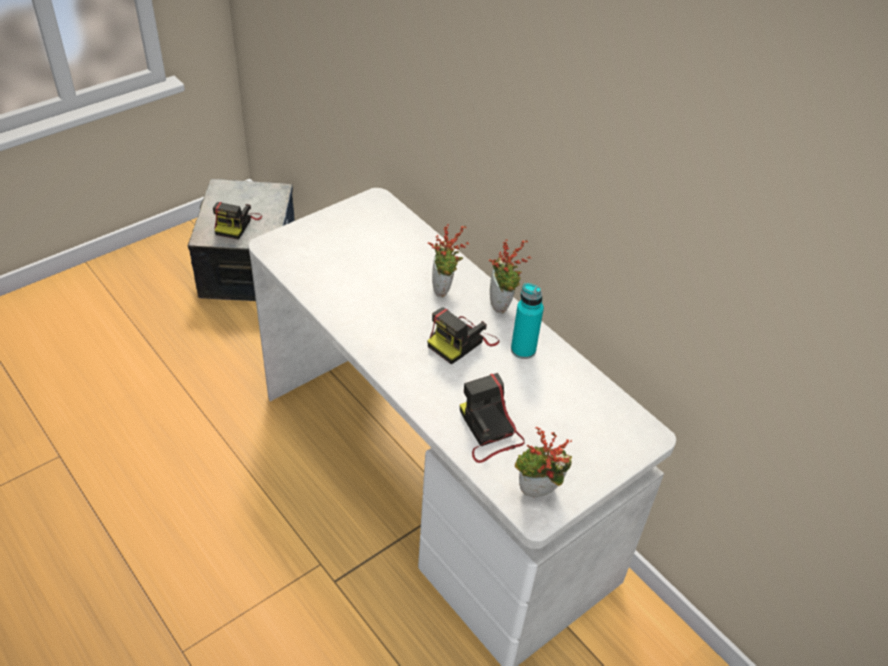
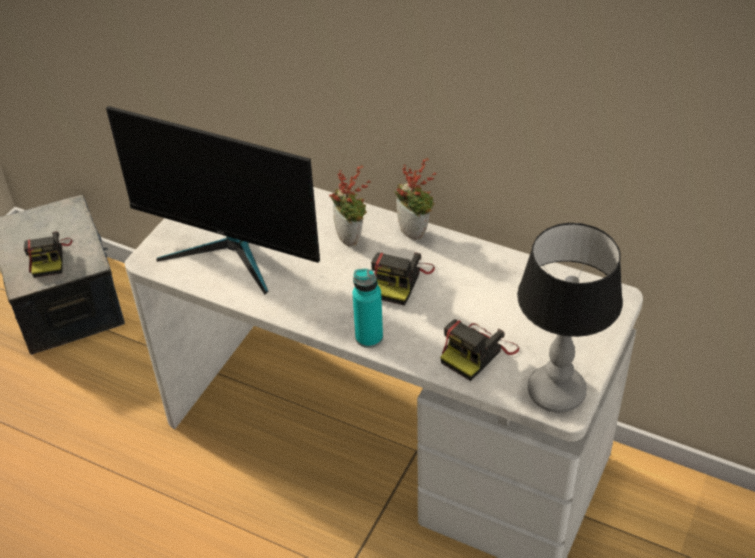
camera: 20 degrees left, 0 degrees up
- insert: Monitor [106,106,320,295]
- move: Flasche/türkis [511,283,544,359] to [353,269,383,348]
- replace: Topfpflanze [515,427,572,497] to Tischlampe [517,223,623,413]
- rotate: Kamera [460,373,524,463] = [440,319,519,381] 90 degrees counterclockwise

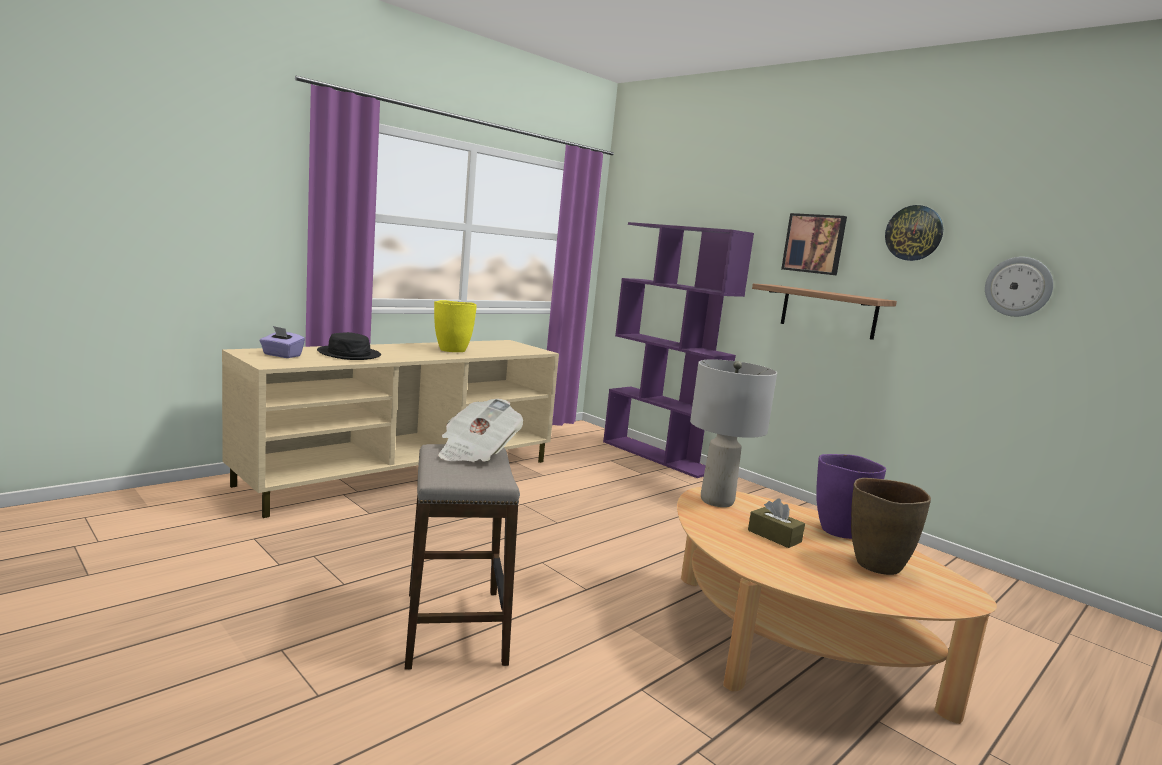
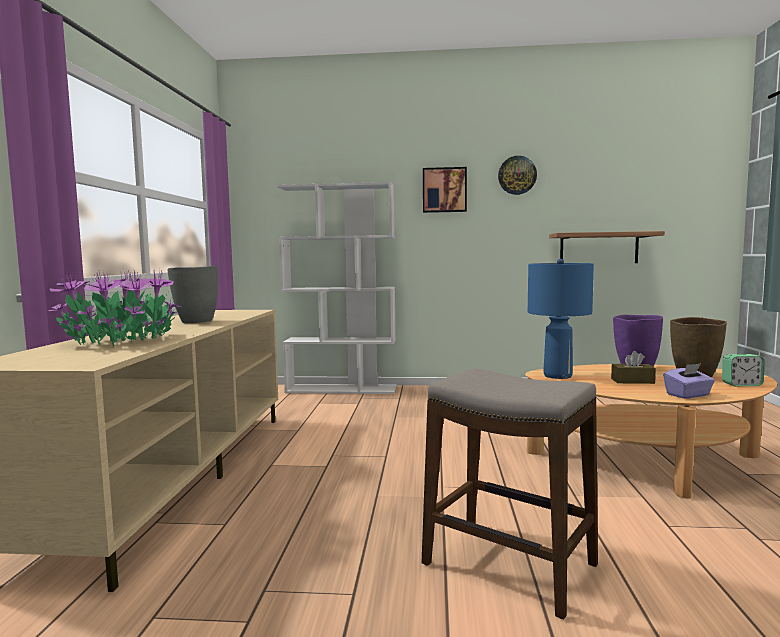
camera: 40 degrees left, 5 degrees down
- delete: Zeitung [438,399,523,462]
- delete: Wanduhr [985,257,1053,317]
- insert: Wecker [722,354,765,386]
- move: Taschentuchbox/lila [260,326,305,358] to [663,363,715,399]
- move: Wandregal [752,284,897,340] to [549,231,665,263]
- replace: Hut/schwarz [317,332,381,360] to Topfpflanze [49,269,181,346]
- recolor: Vase/gelb [434,300,477,352] to Vase/grau [168,266,218,323]
- recolor: Bücherregal/lila [603,222,754,478] to Bücherregal/weiß [277,182,396,394]
- recolor: Tischlampe/grau [690,359,777,507] to Tischlampe/blau [528,259,594,379]

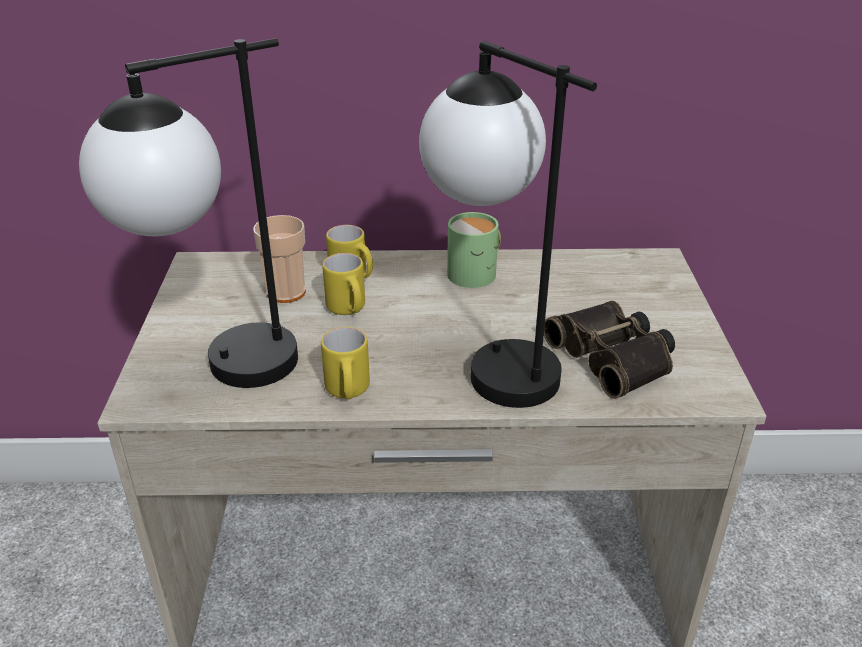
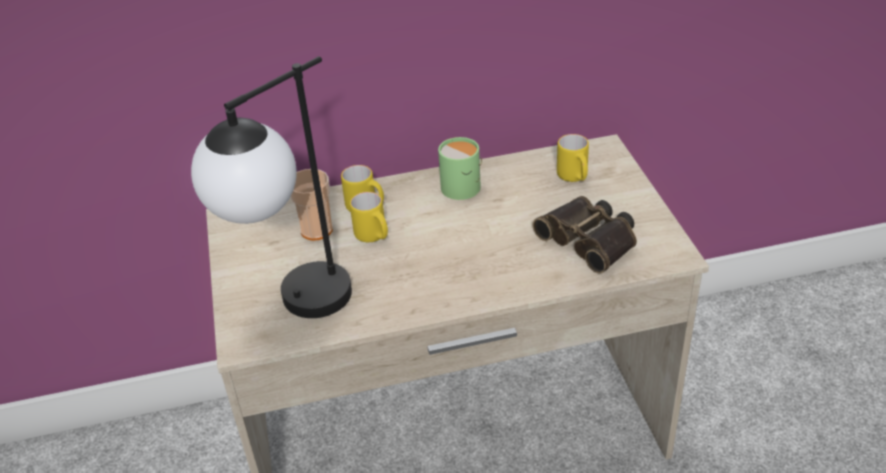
camera: 10 degrees left, 5 degrees up
- delete: Tischlampe [419,41,597,408]
- move: Henkelbecher/gelb [321,327,370,399] to [557,134,589,182]

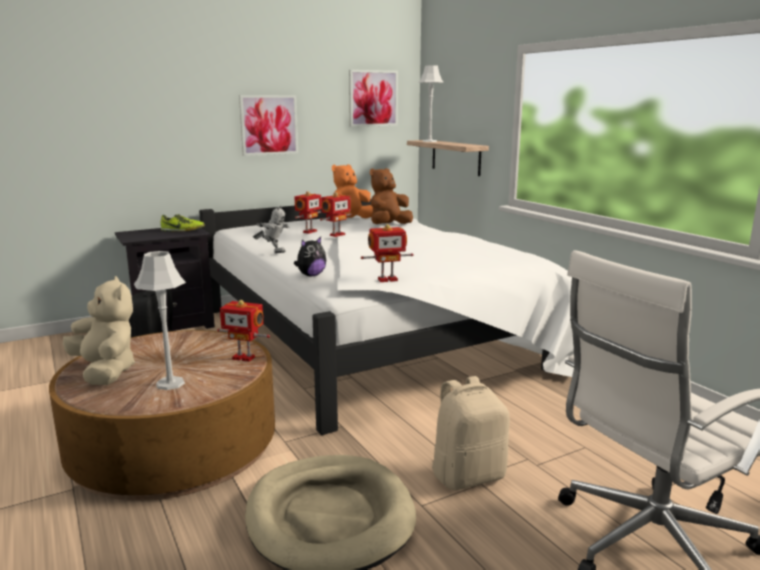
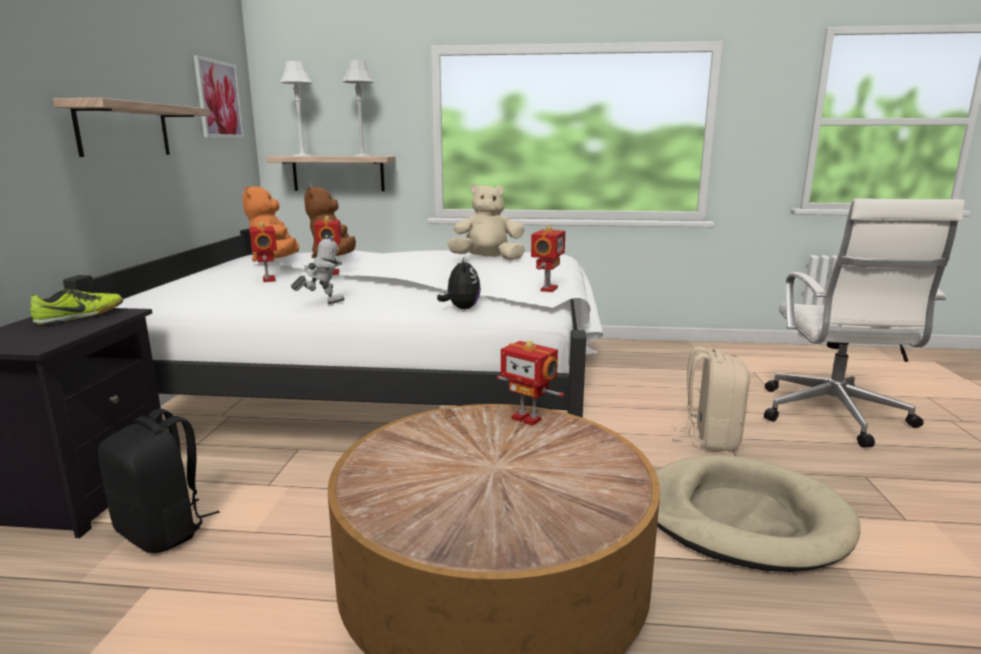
camera: 55 degrees left, 0 degrees up
- move: Plüschtier/beige [63,276,135,385] to [447,184,525,260]
- move: Tischlampe/grau [134,251,186,390] to [342,60,375,156]
- replace: Bild [239,95,298,156] to Wandregal [53,98,211,157]
- rotate: Spielzeugroboter [217,300,270,362] = [497,340,564,426] 75 degrees clockwise

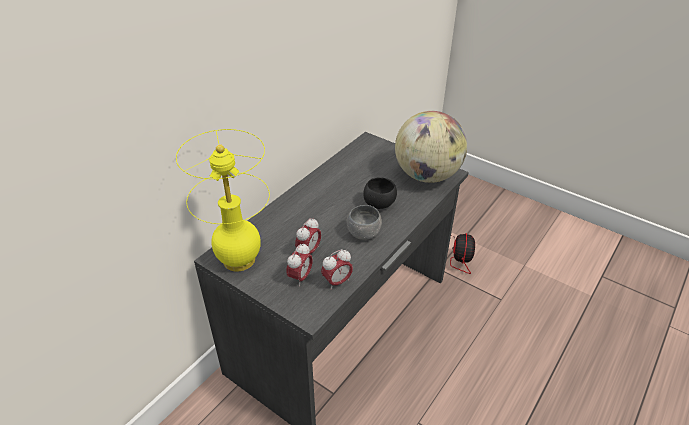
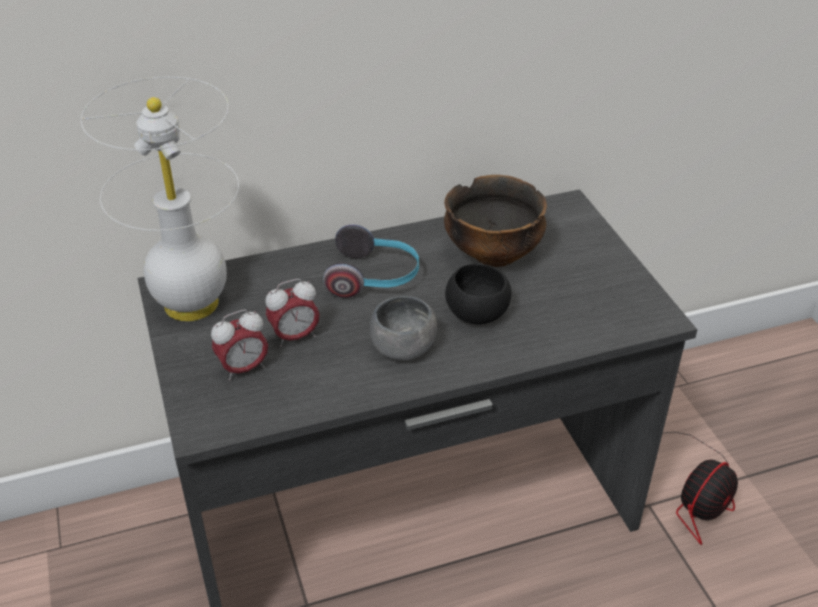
camera: 35 degrees right, 0 degrees up
- delete: Wecker [321,249,353,290]
- delete: Globus [395,111,467,183]
- insert: Kopfhörer [323,224,419,298]
- insert: Schüssel [444,175,547,267]
- recolor: Tischlampe/gelb [176,129,270,272] to Tischlampe/weiß [81,77,239,321]

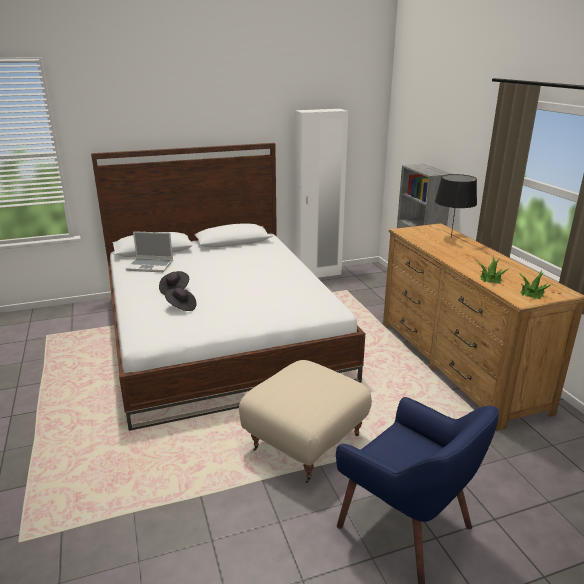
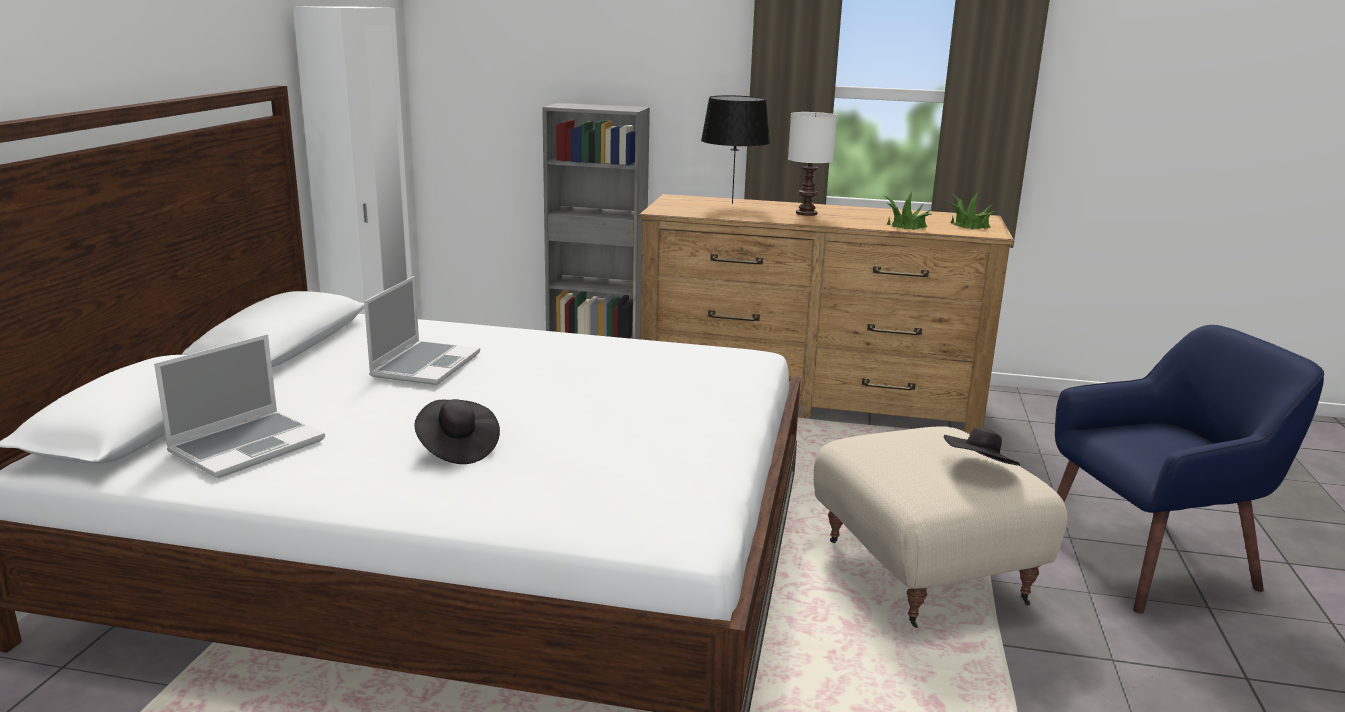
camera: 60 degrees left, 5 degrees down
- insert: Laptop [364,276,480,385]
- insert: Tischlampe/weiß [788,112,837,216]
- move: Hut/schwarz [164,288,196,311] to [943,427,1020,466]

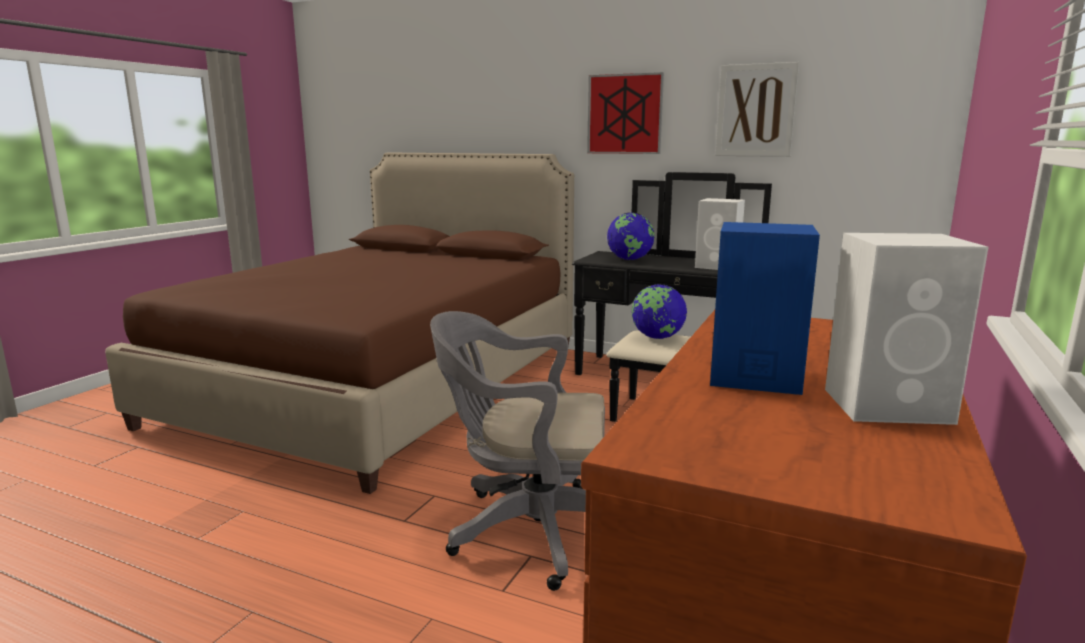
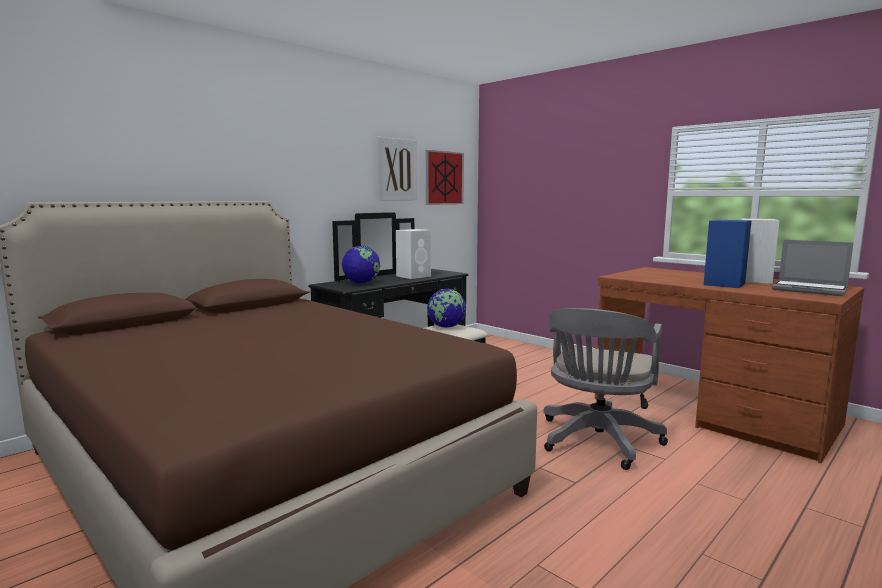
camera: 70 degrees left, 5 degrees down
- insert: Laptop [772,240,854,296]
- move: Bild [587,72,664,154] to [426,150,464,205]

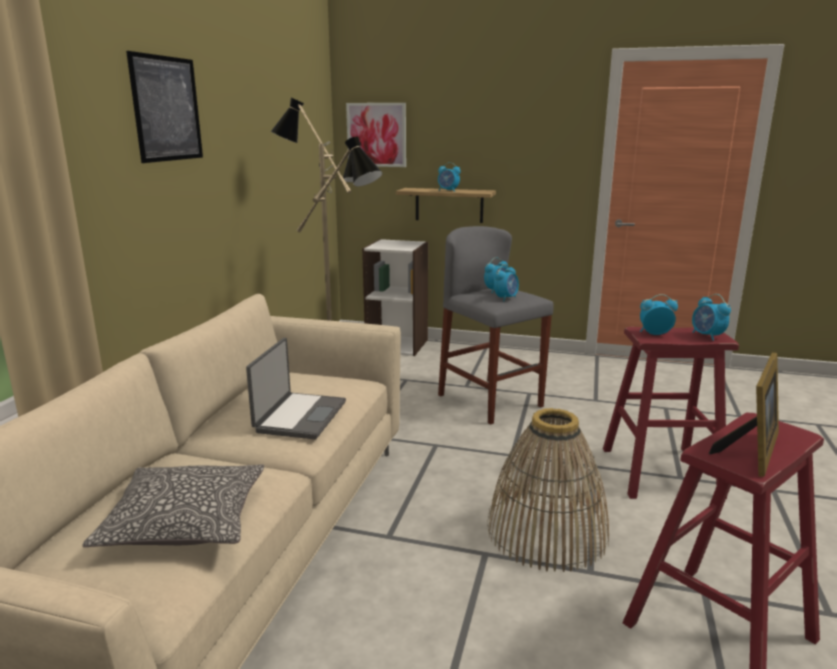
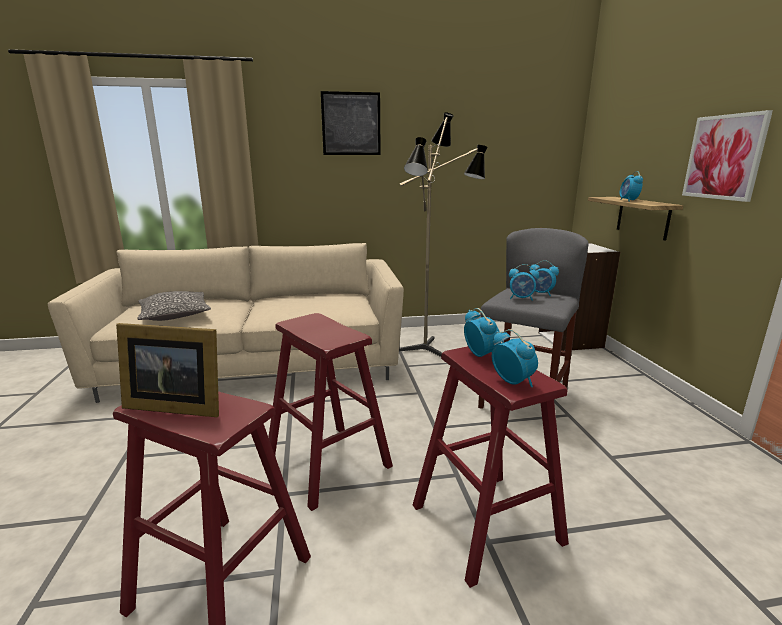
camera: 65 degrees right, 0 degrees up
- delete: Laptop [246,338,346,439]
- move: Bild [346,103,406,167] to [682,110,773,202]
- replace: Korb [487,408,609,572] to Hocker/rot [268,313,393,511]
- rotate: Wecker [692,294,731,341] = [492,329,538,387] 105 degrees clockwise

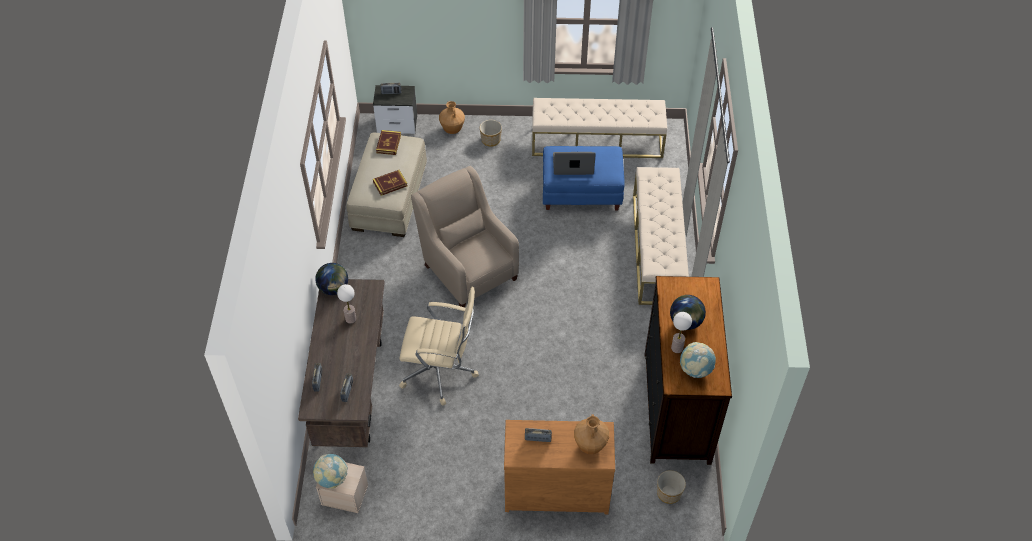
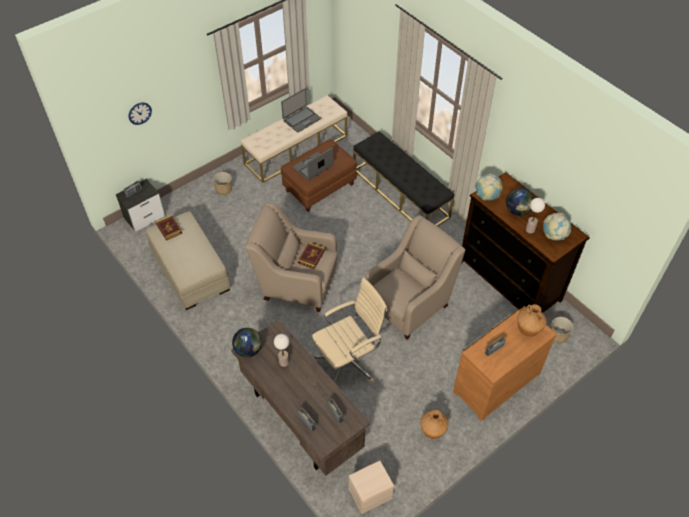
camera: 40 degrees left, 0 degrees up
- insert: Wanduhr [128,103,152,125]
- insert: Laptop [281,88,321,133]
- insert: Sessel/beige [365,215,465,340]
- move: Globus [313,454,348,489] to [475,174,503,201]
- move: Buch [373,170,408,196] to [298,243,325,269]
- move: Vase/braun [439,101,465,134] to [420,410,449,439]
- recolor: Polsterhocker/blau [543,146,625,210] to Polsterhocker/braun [281,139,357,212]
- recolor: Bank/beige [633,167,689,305] to Bank/schwarz [353,131,454,226]

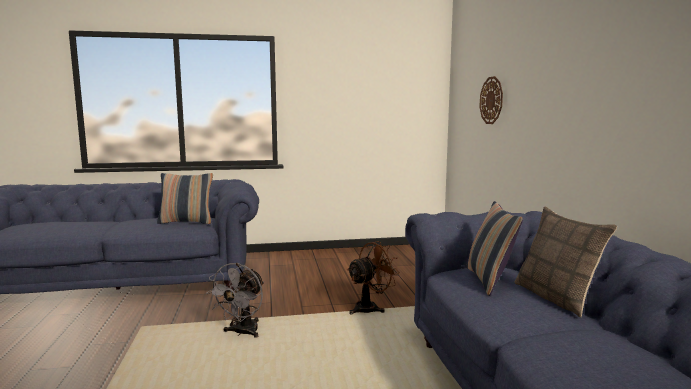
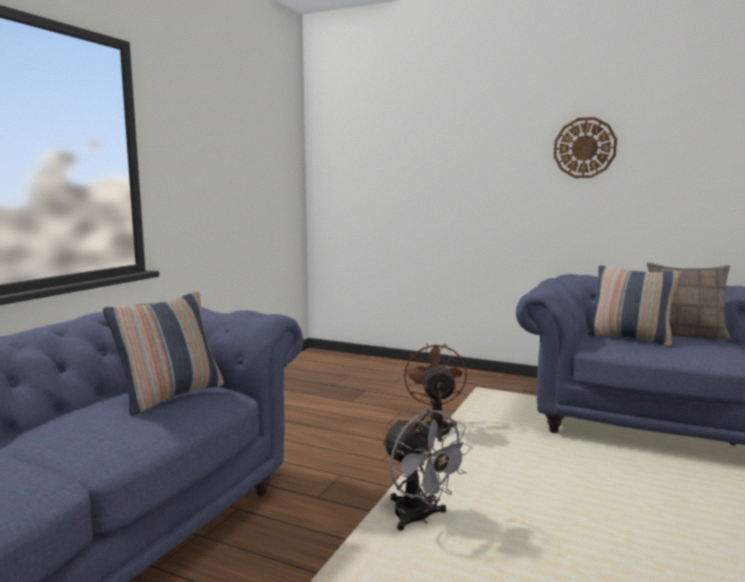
camera: 55 degrees left, 0 degrees up
- move: Wanduhr [479,76,503,124] to [554,117,617,178]

